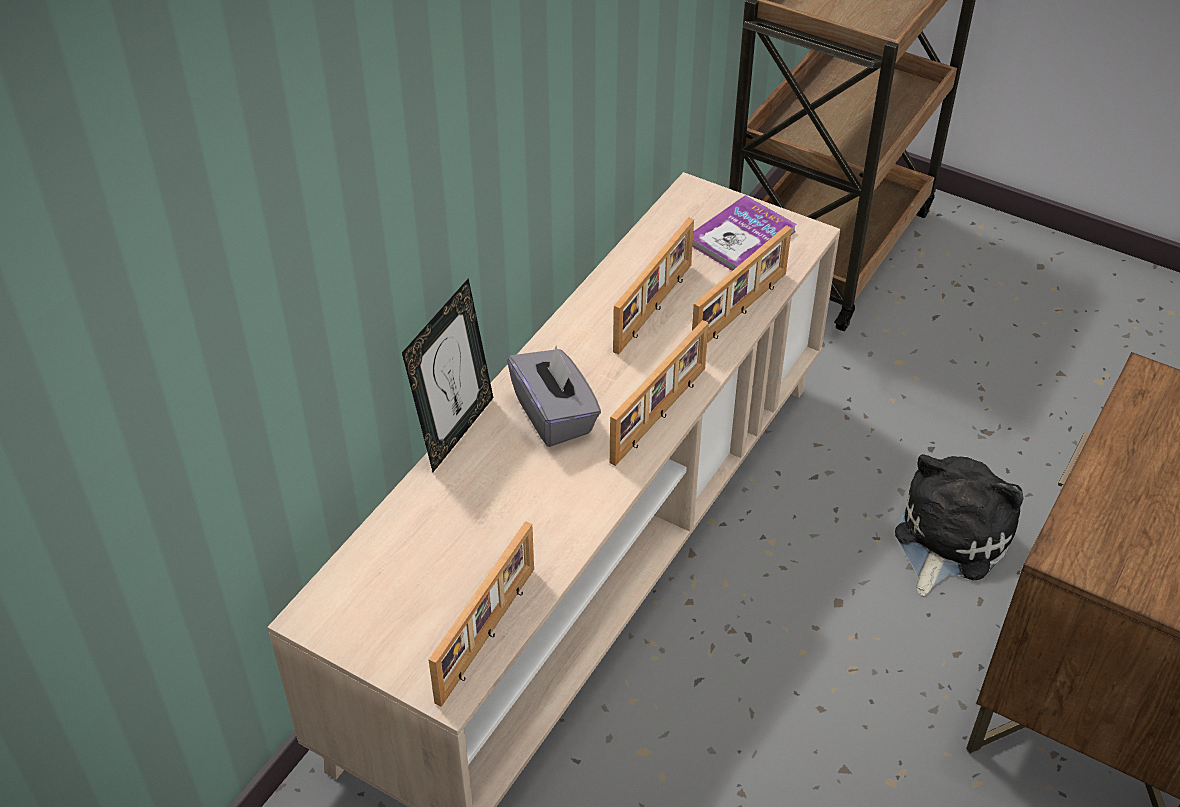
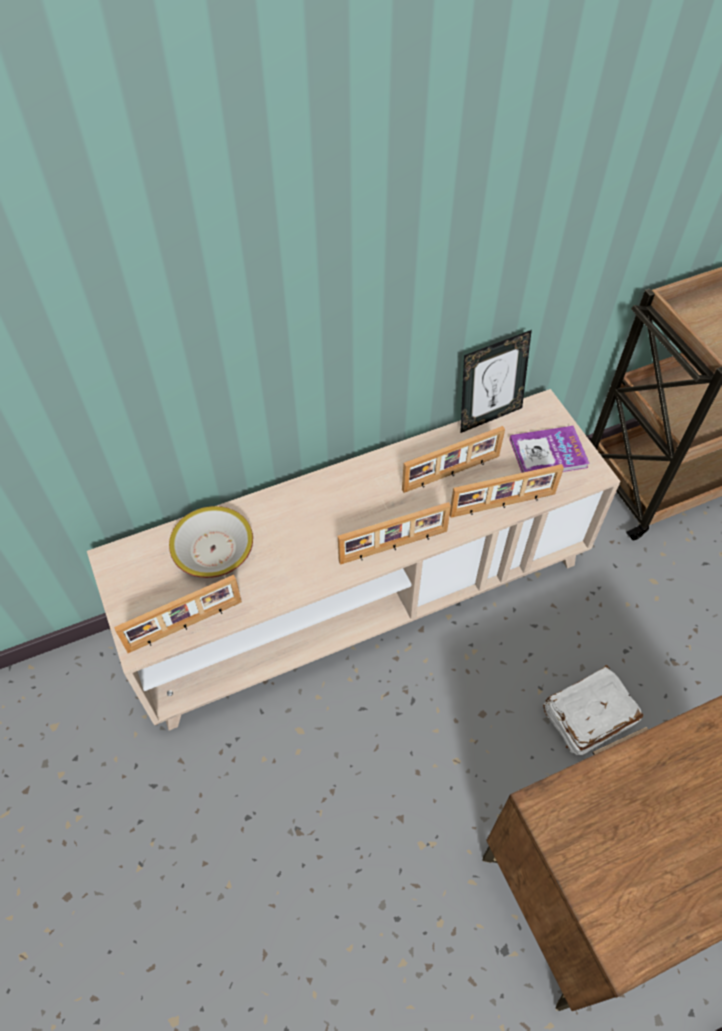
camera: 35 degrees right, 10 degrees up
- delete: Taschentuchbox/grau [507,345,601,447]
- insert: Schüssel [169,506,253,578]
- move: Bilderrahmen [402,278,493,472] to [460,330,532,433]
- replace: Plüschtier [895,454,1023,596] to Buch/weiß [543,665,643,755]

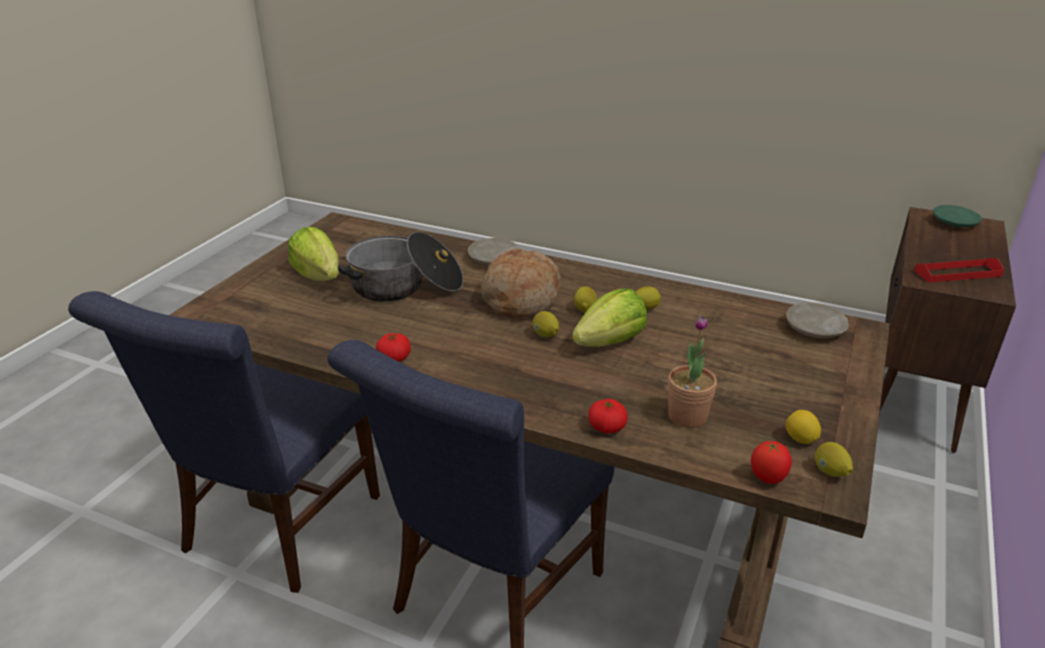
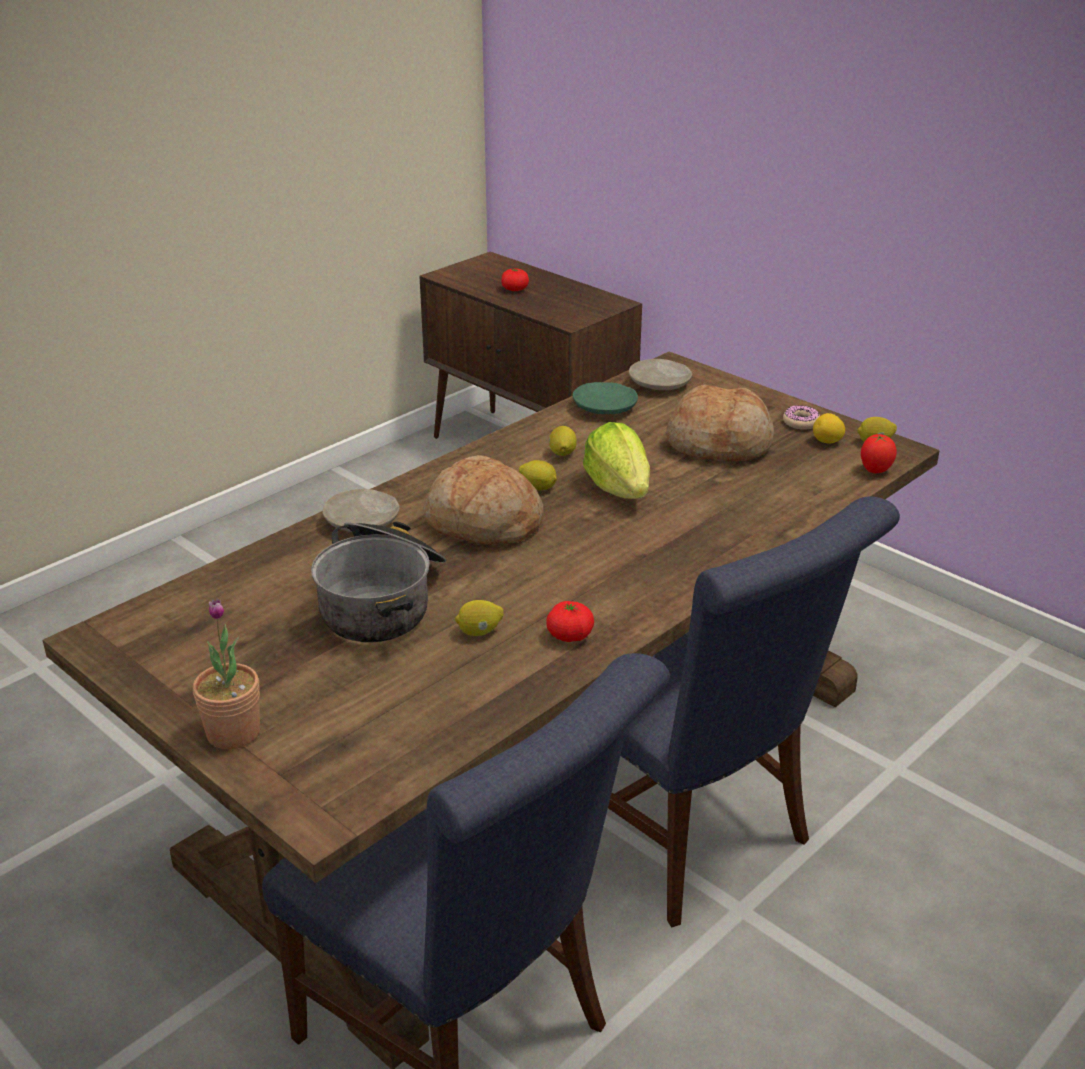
camera: 70 degrees left, 0 degrees up
- delete: Salatkopf [288,227,339,281]
- delete: Tablett/rot [914,258,1004,283]
- insert: Brot [666,384,774,461]
- insert: Donut [783,405,820,430]
- move: Zitrone [533,311,559,337] to [455,600,504,636]
- move: Tomate [588,399,628,434] to [501,268,529,291]
- move: Topfpflanze [668,315,717,428] to [193,599,260,749]
- move: Teller/grün [933,205,982,228] to [573,382,638,414]

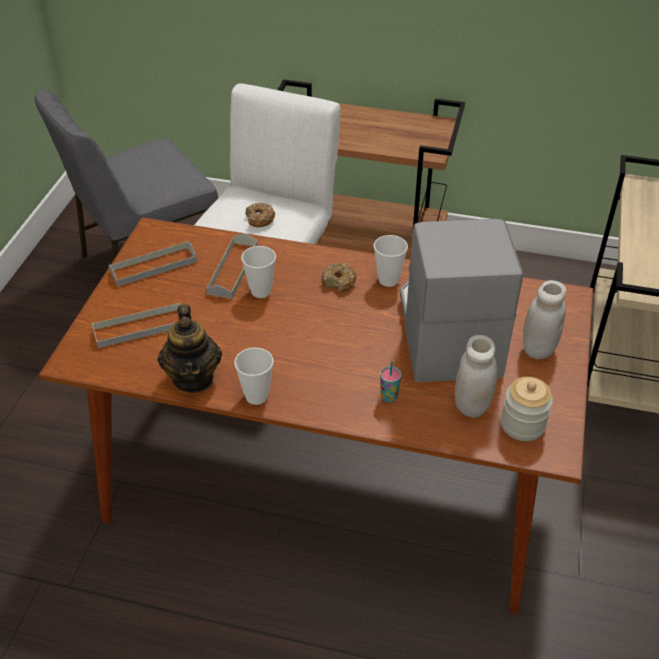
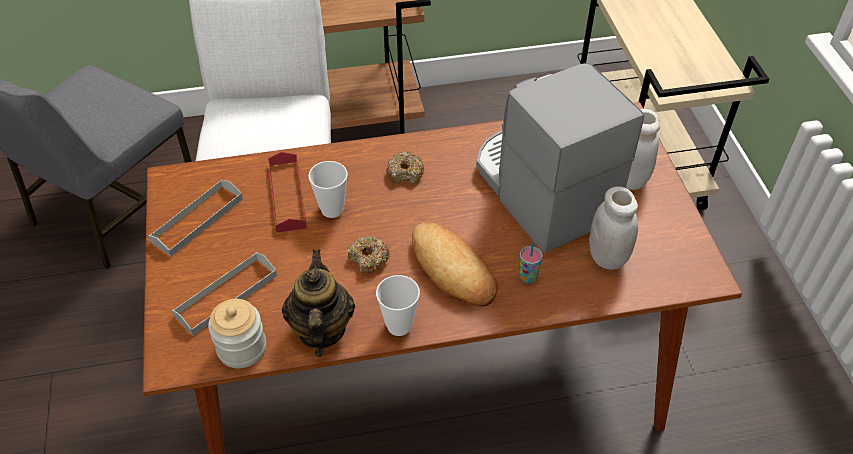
camera: 25 degrees left, 5 degrees up
- delete: Tasse [374,235,408,287]
- insert: Brot [412,222,498,307]
- move: Donut [246,203,275,227] to [348,236,390,273]
- move: Vorratsglas [501,377,553,441] to [208,299,266,368]
- recolor: Tablett/grau [206,233,258,299] to Tablett/rot [268,152,307,233]
- rotate: Teekanne [158,304,222,393] = [282,250,355,357] 150 degrees counterclockwise

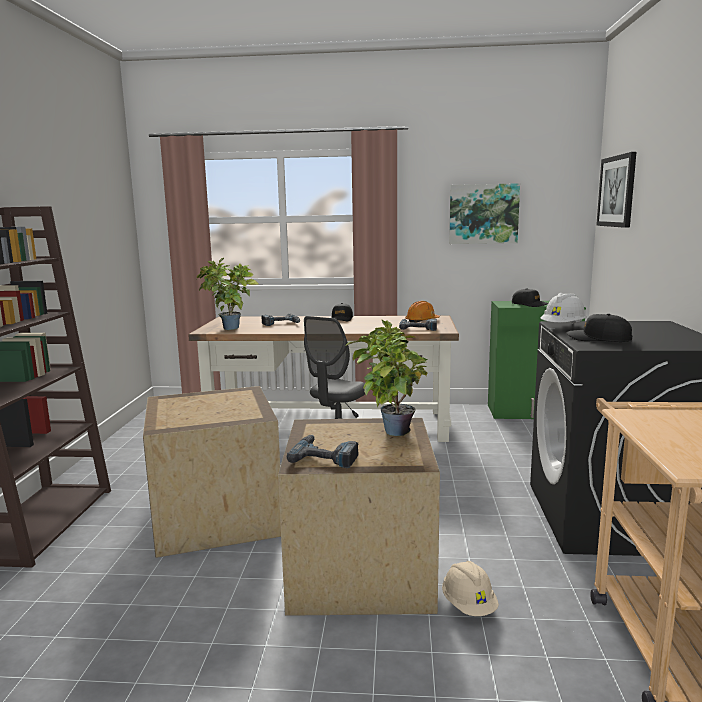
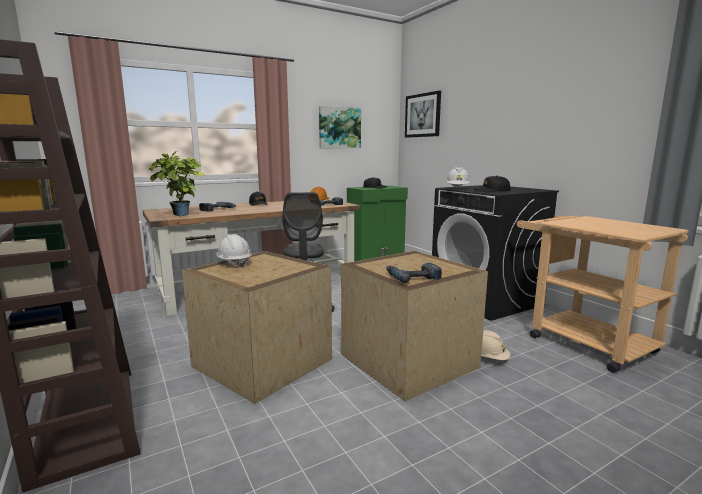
camera: 35 degrees left, 0 degrees up
- delete: Topfpflanze [345,320,428,436]
- insert: Schutzhelm/weiß [216,234,252,268]

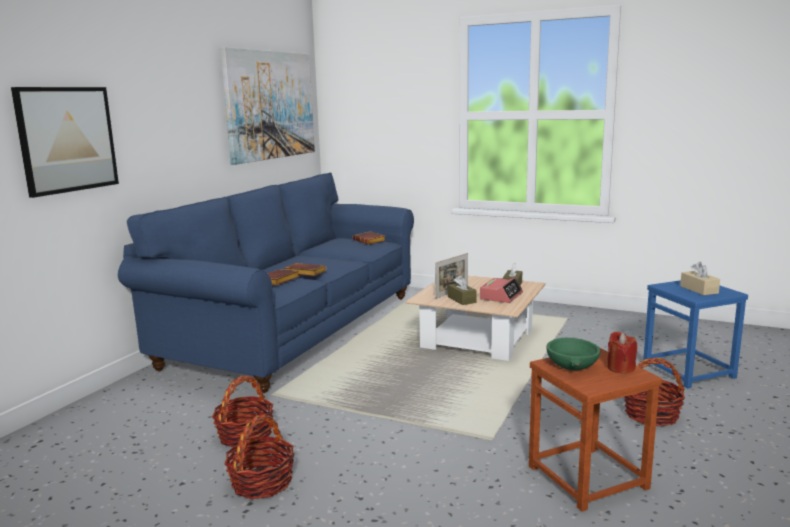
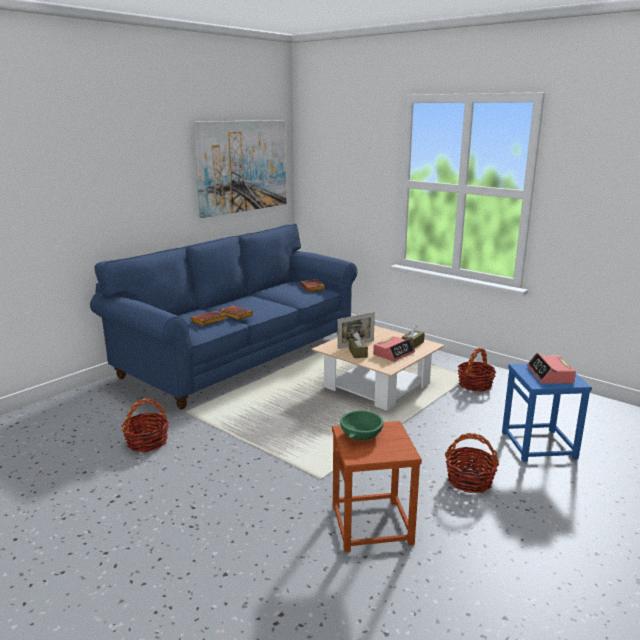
camera: 15 degrees right, 5 degrees up
- delete: Bild [11,87,119,198]
- delete: Kerze/rot [607,332,637,374]
- move: Korb [225,415,294,499] to [458,348,496,392]
- replace: Taschentuchbox/beige [680,262,720,295] to Wecker [527,353,576,384]

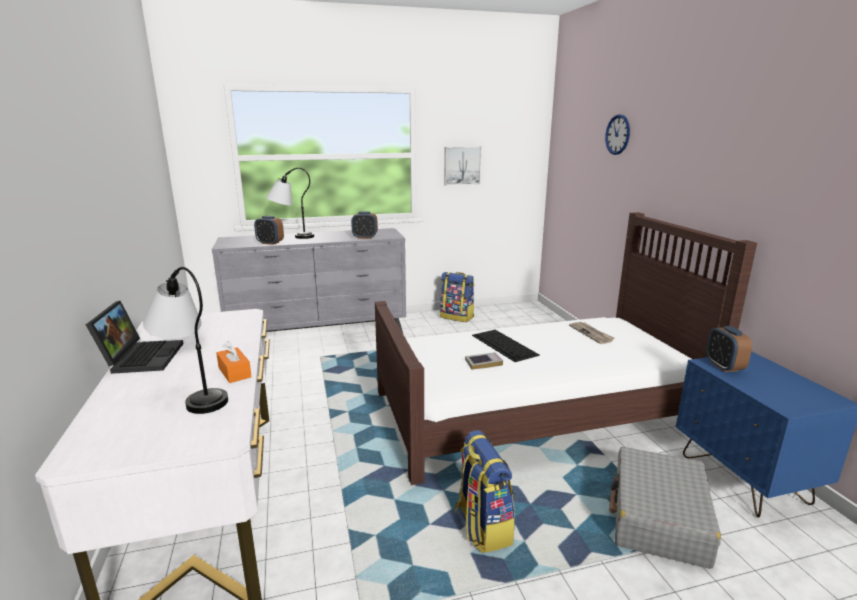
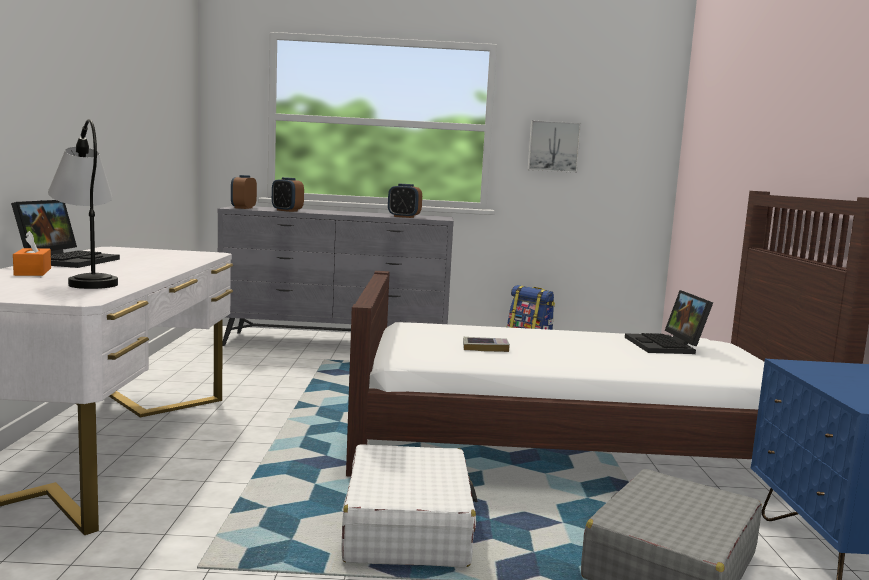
camera: 15 degrees right, 10 degrees down
- delete: Tischlampe [266,168,314,239]
- delete: Tastatur [472,330,540,362]
- delete: Wanduhr [605,114,630,155]
- move: Taschentuchbox/orange [216,341,252,383] to [13,231,51,276]
- move: Wecker [706,326,752,372] to [231,175,257,209]
- replace: Rucksack [455,430,515,553] to Koffer/weiß [341,444,478,568]
- replace: Zeitung [569,322,615,344] to Laptop [625,290,713,354]

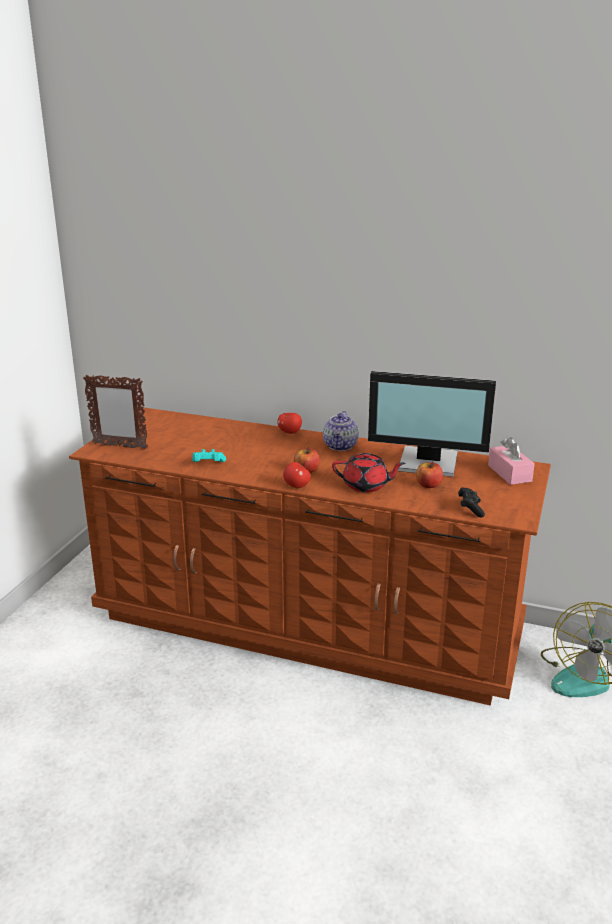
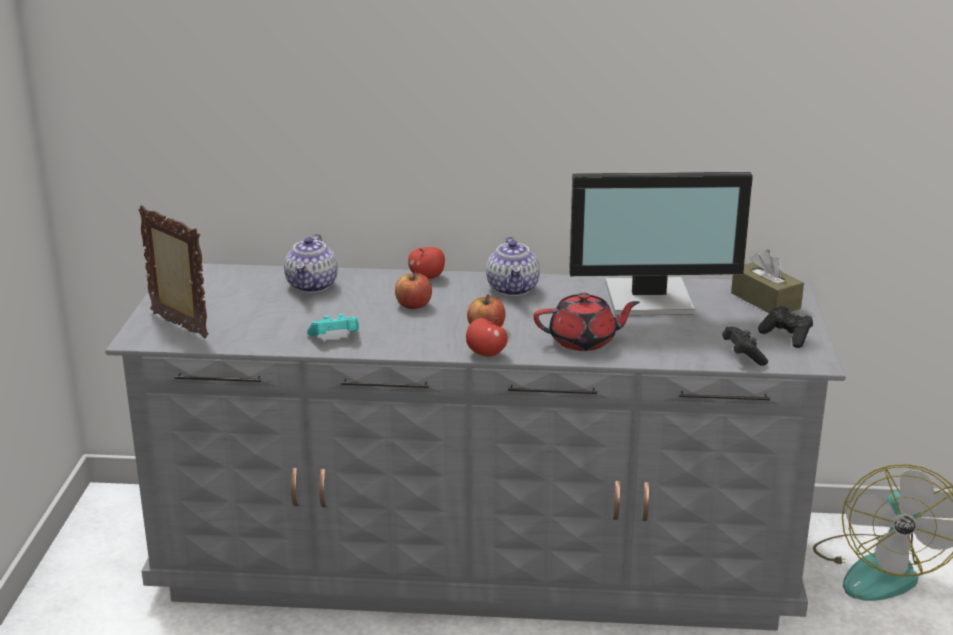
camera: 15 degrees left, 0 degrees up
- insert: Teekanne [284,234,338,293]
- insert: Gamepad/schwarz [758,306,813,348]
- move: Apfel [416,461,443,488] to [395,271,432,309]
- recolor: Kommode/braun [69,408,551,706] to Kommode/grau [105,264,846,631]
- recolor: Taschentuchbox/rosa [488,437,535,485] to Taschentuchbox/braun [731,250,804,313]
- rotate: Bilderrahmen [83,374,148,449] = [138,205,208,339] 135 degrees counterclockwise

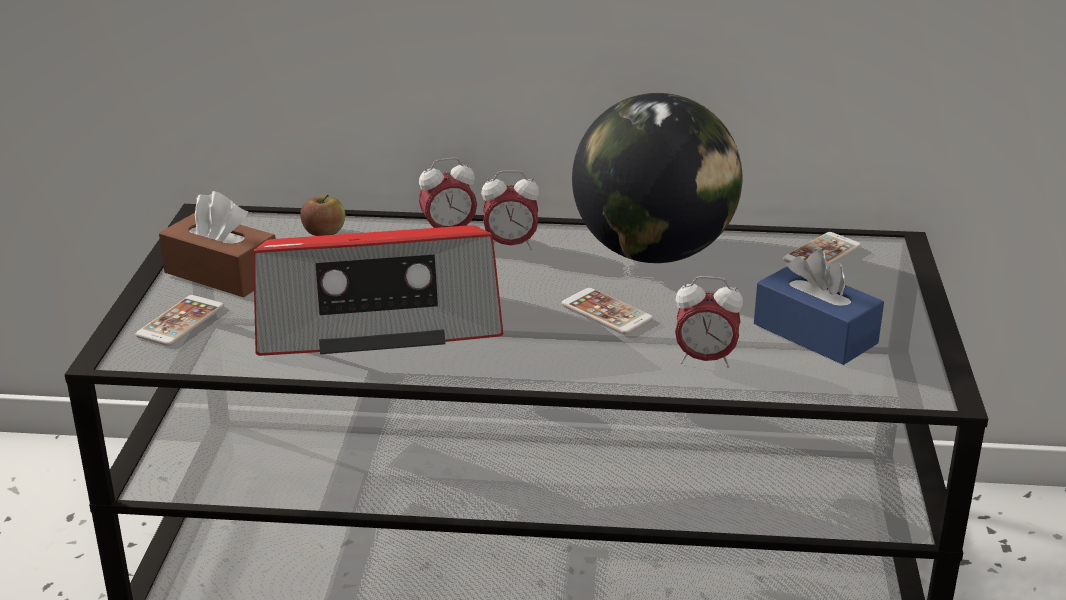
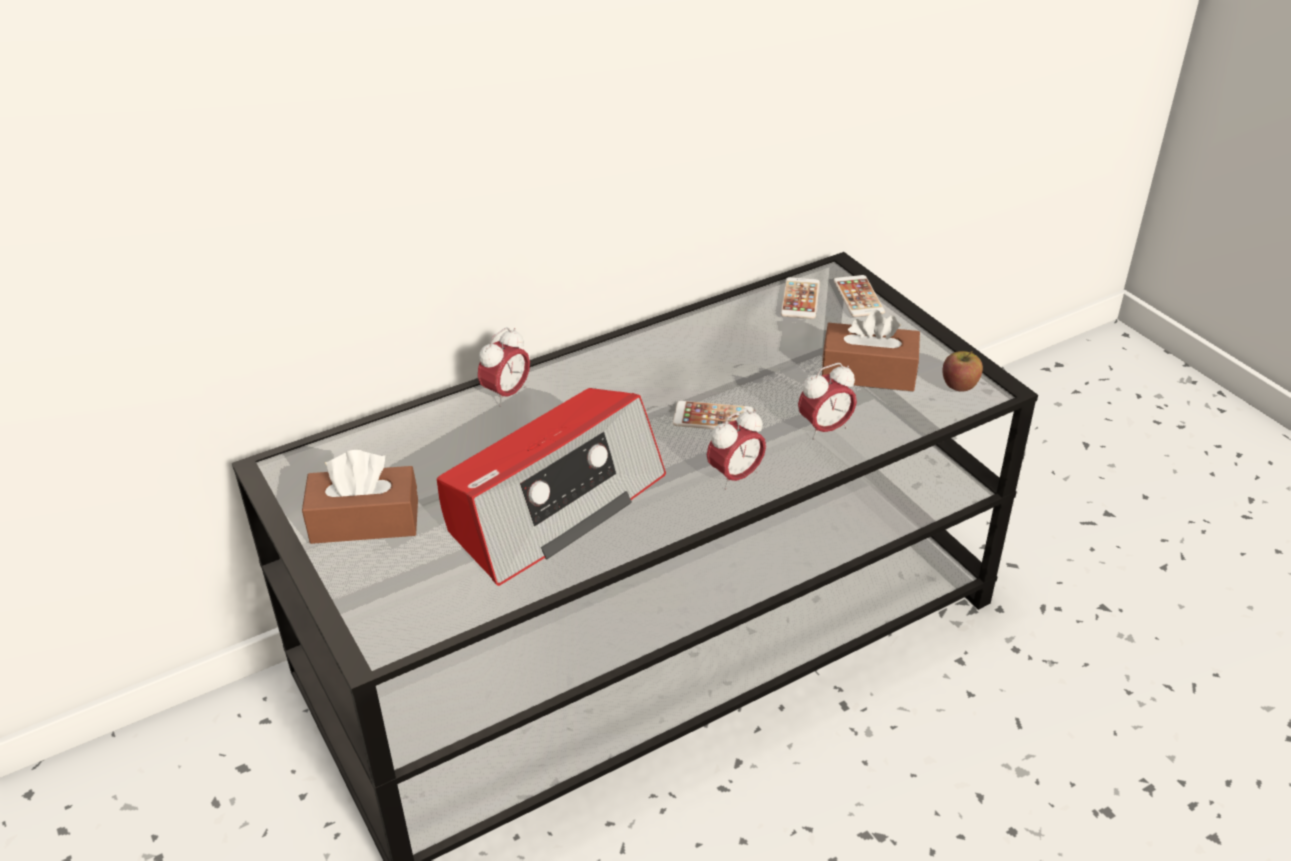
camera: 35 degrees left, 10 degrees up
- delete: Globus [572,93,742,263]
- move: Handy [135,295,224,346] to [834,275,885,317]
- move: Apfel [300,195,345,236] to [942,351,983,392]
- move: Wecker [481,171,540,250] to [707,408,766,490]
- recolor: Taschentuchbox/blau [754,250,884,365] to Taschentuchbox/braun [822,309,920,391]

